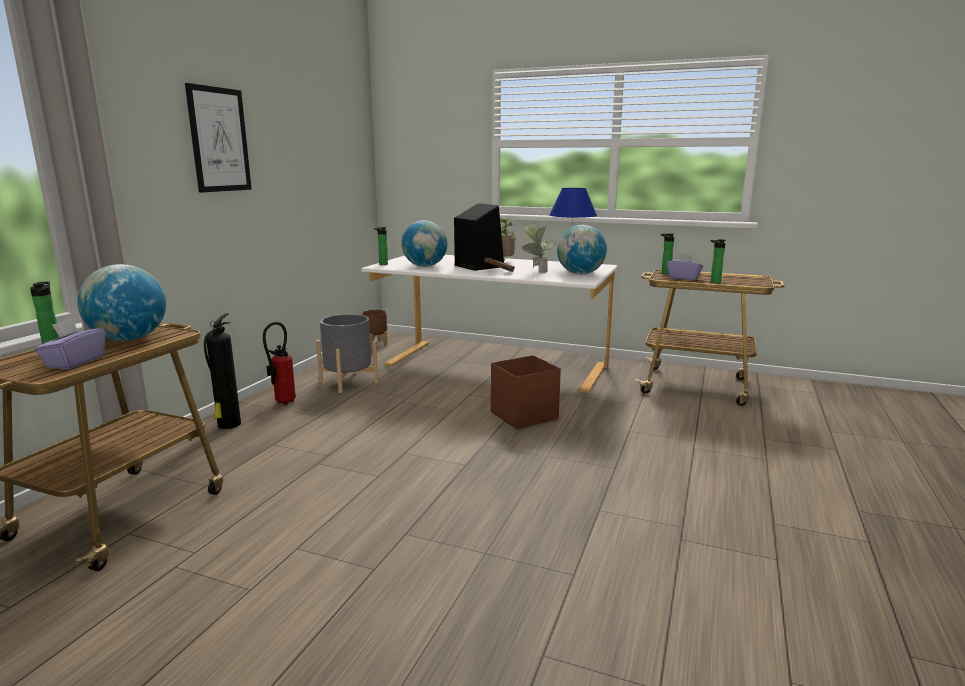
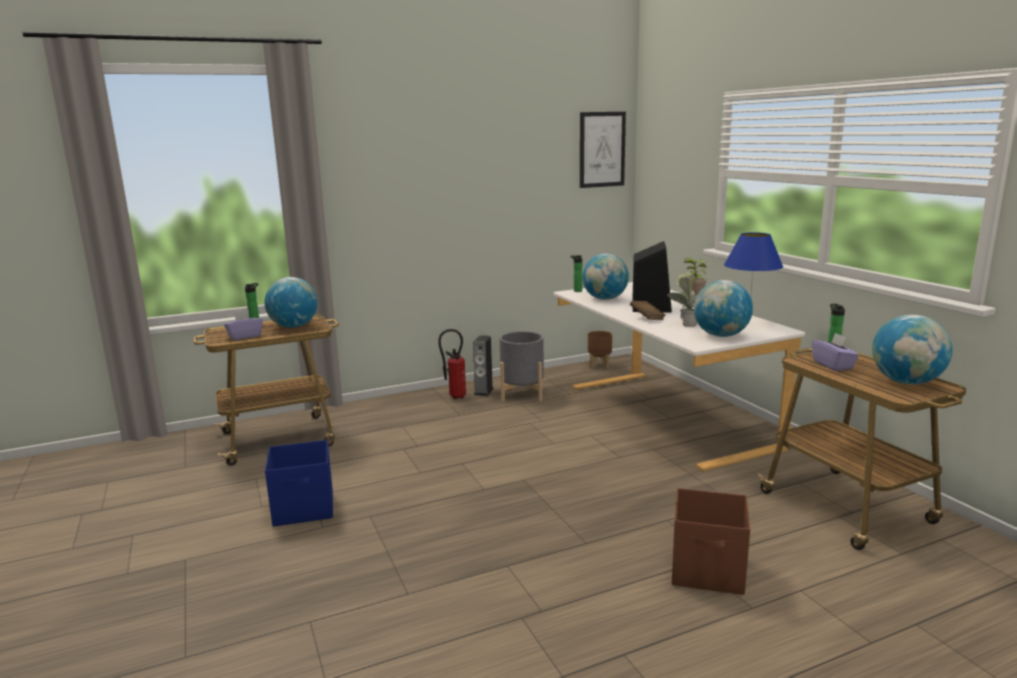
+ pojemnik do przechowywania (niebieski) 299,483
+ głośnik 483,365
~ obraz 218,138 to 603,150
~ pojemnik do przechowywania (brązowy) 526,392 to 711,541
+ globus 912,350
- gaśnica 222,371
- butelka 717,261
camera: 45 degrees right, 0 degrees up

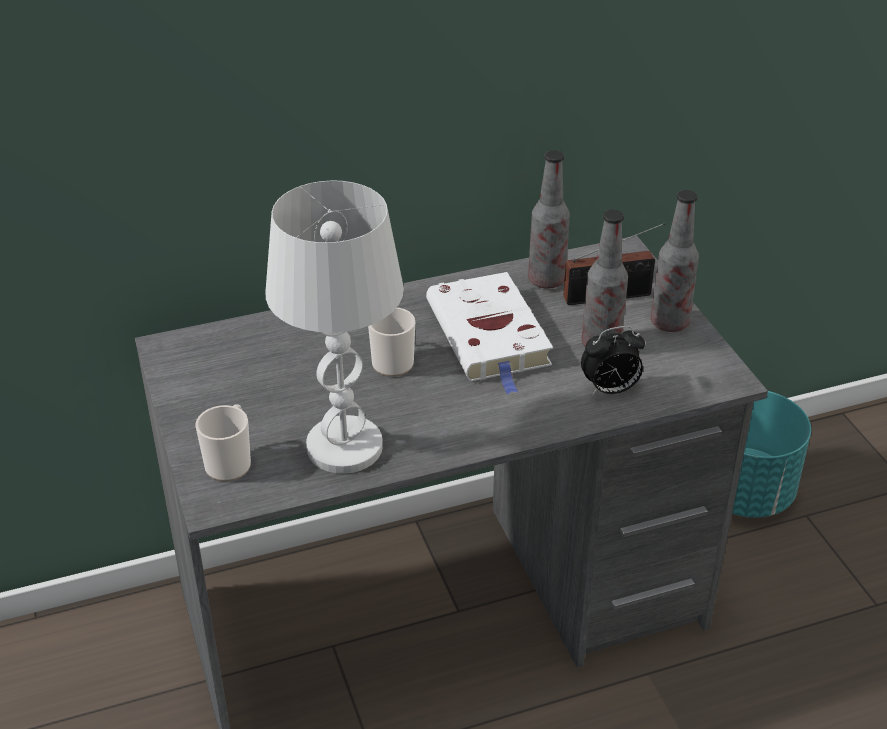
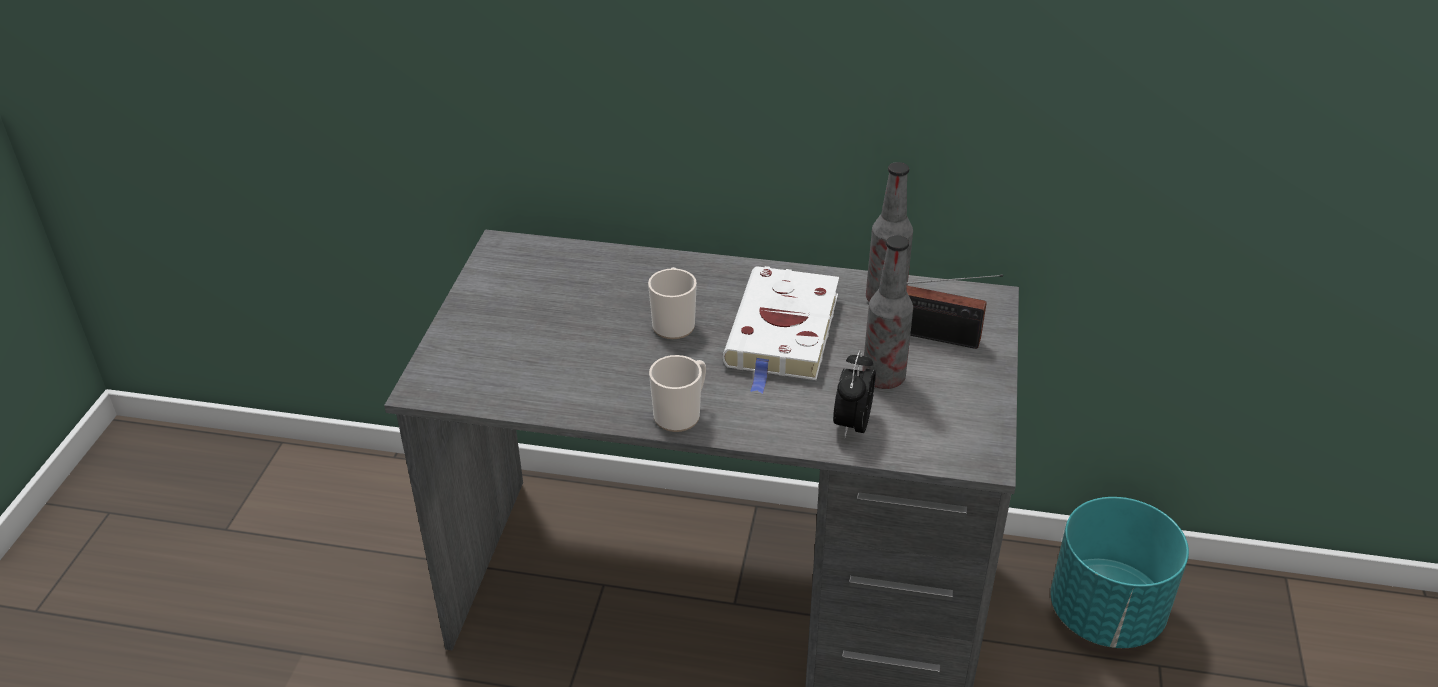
~ kubek 223,443 to 677,393
~ budzik 613,360 = 854,394 90 degrees clockwise
- lampa stołowa (biały) 335,327
- butelka 675,261
camera: 30 degrees right, 0 degrees up

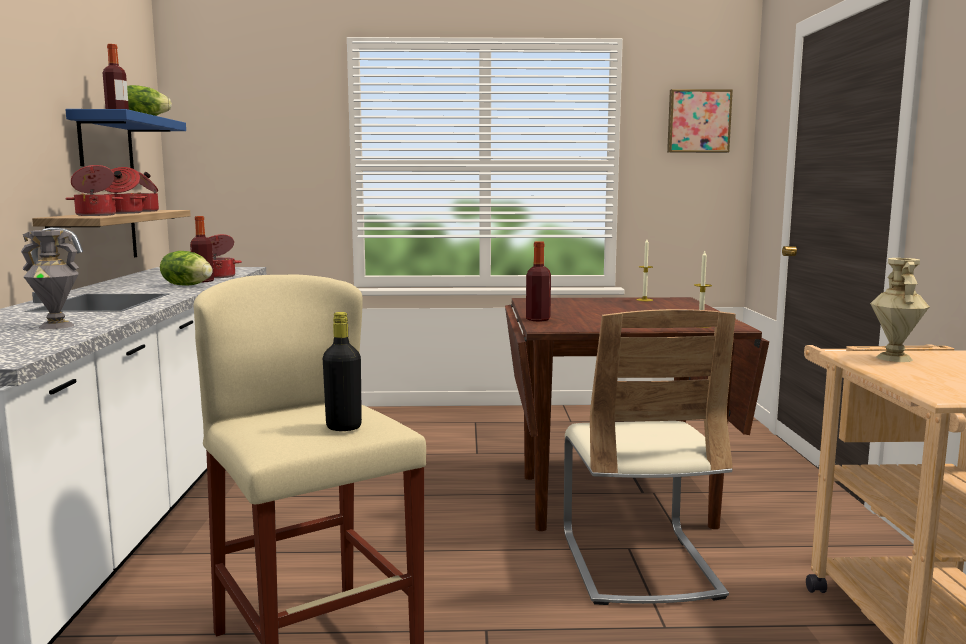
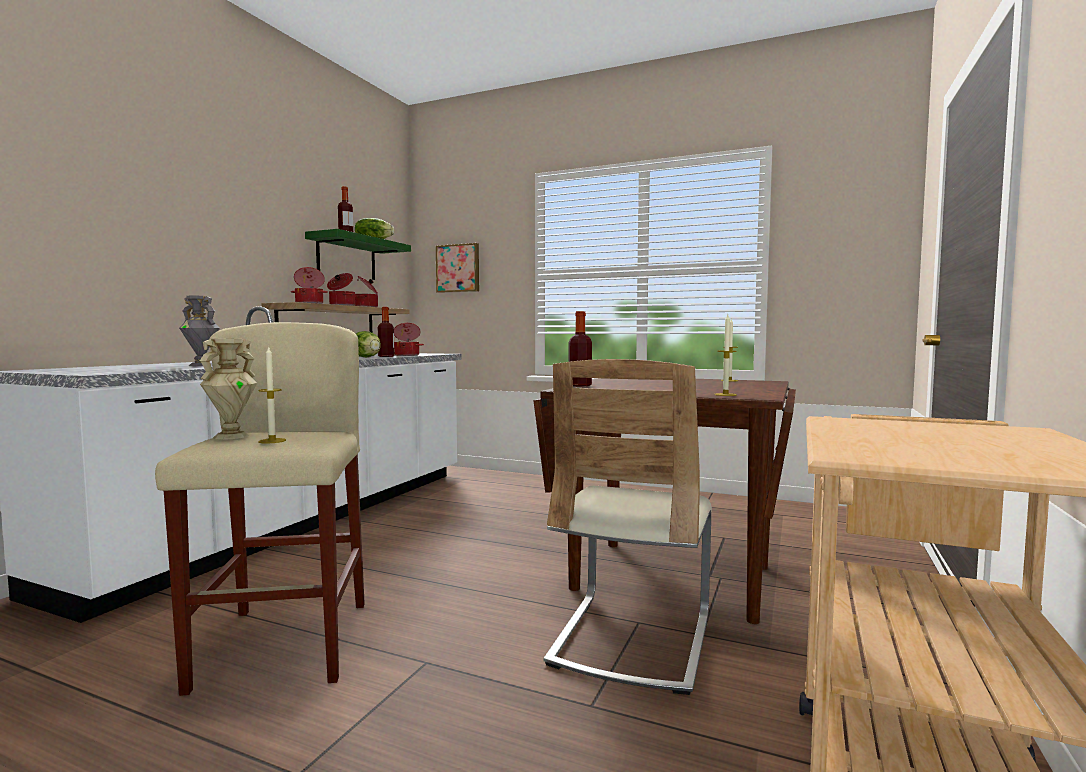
~ wazon (beżowy) 899,310 to 228,389
~ butelka (czarny) 342,371 to świeca 272,394
~ półka (niebieski) 125,139 to półka (zielony) 358,254
~ obraz 700,121 to 457,268
camera: 25 degrees right, 5 degrees down

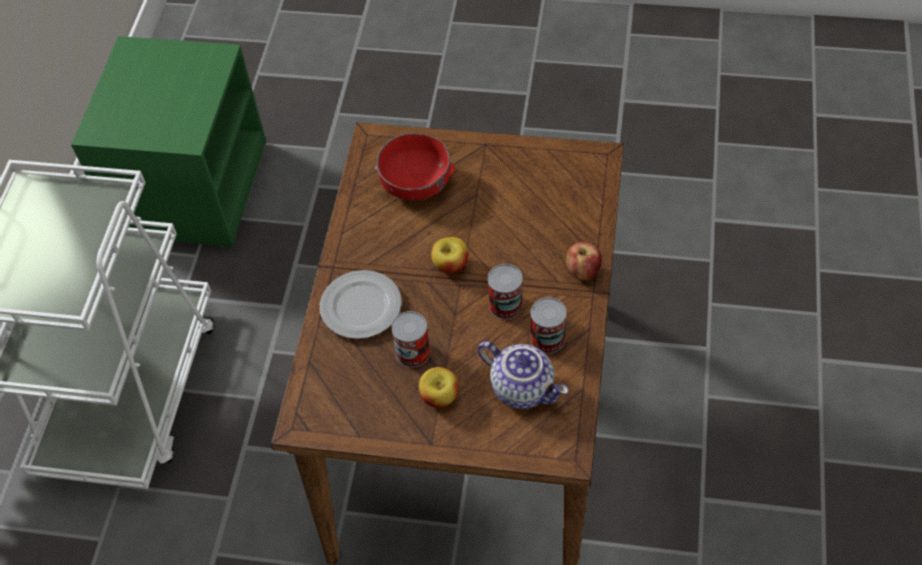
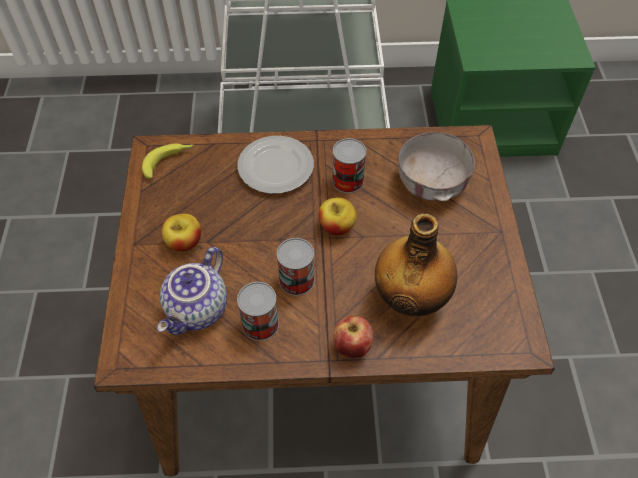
+ banan 168,161
~ puszka 411,339 to 349,165
+ butelka 416,265
~ miska (czerwony) 415,166 to miska (szary) 436,166
camera: 75 degrees right, 0 degrees up

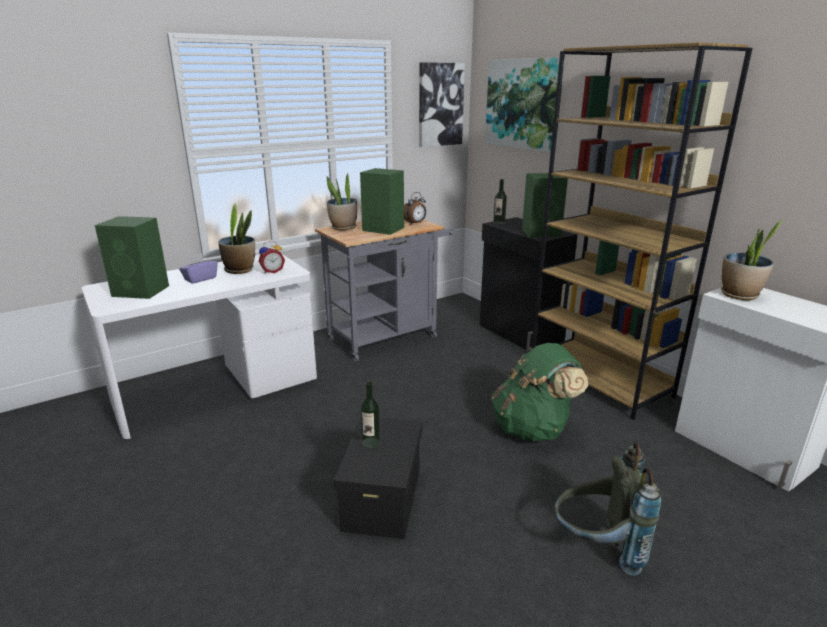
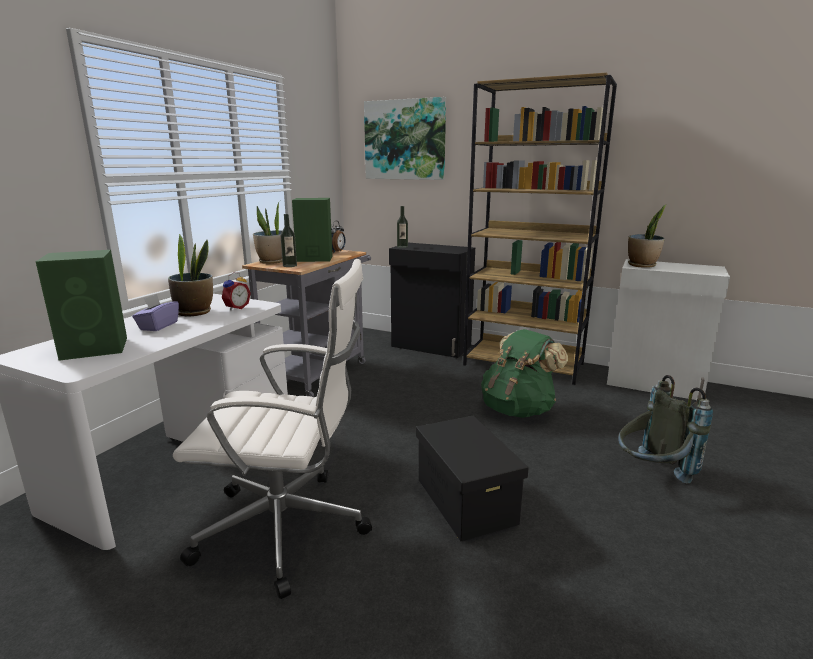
+ krzesło biurowe (biały) 272,429
~ butelka 370,415 to 289,240
- obraz 442,104
- głośnik (zielony) 545,205
camera: 30 degrees left, 5 degrees down

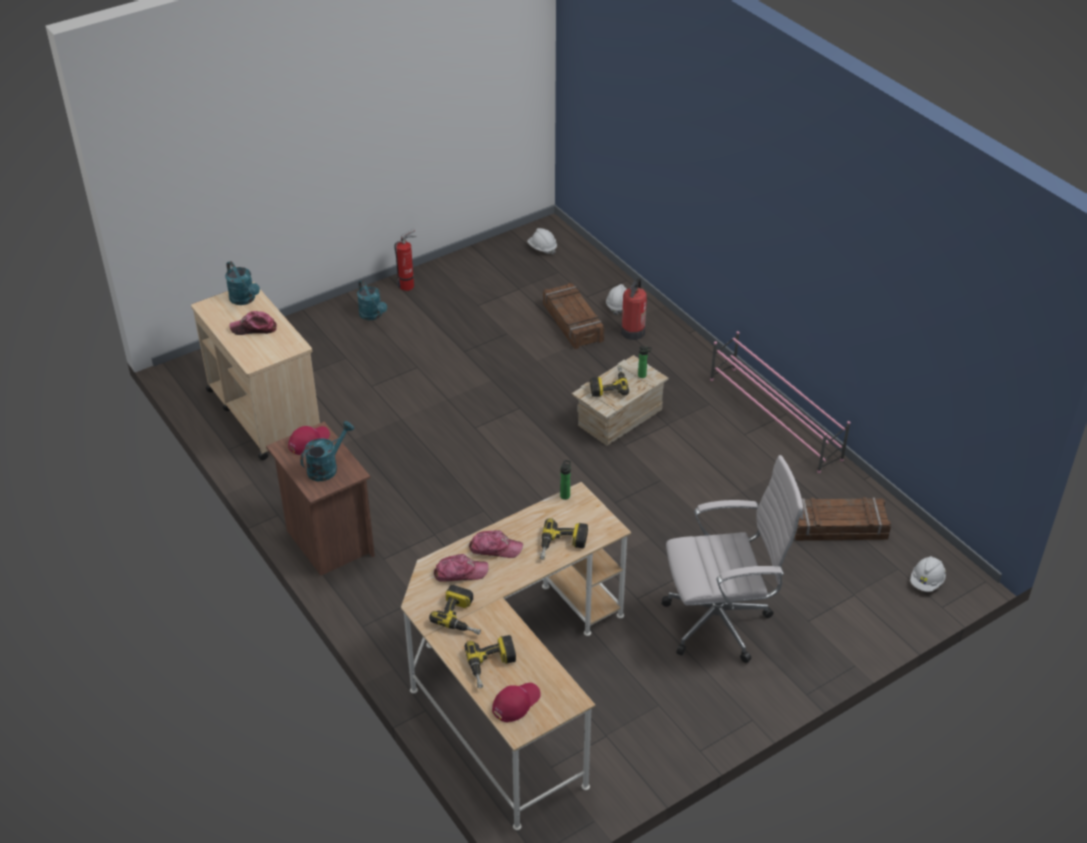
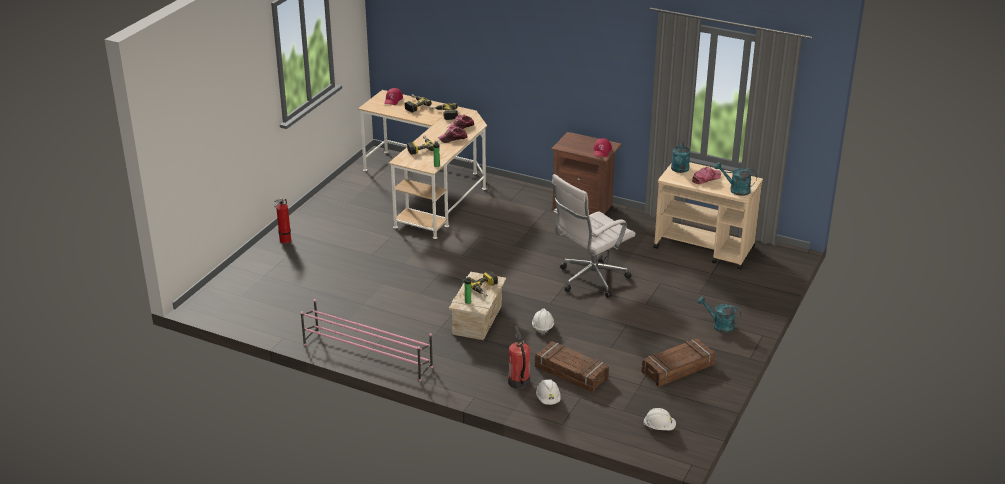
~ gaśnica 405,260 to 282,220
~ kask (biały) 928,574 to 543,321
~ krzesło biurowe (biały) 733,559 to 594,236
~ skrzynka 843,519 to 679,362
~ konewka (turkusowy) 327,451 to 680,157
camera: 150 degrees right, 10 degrees down

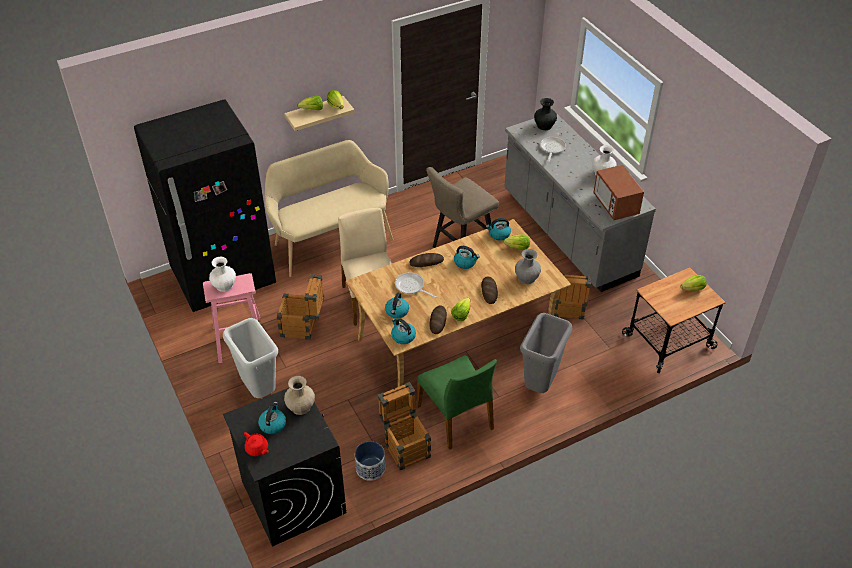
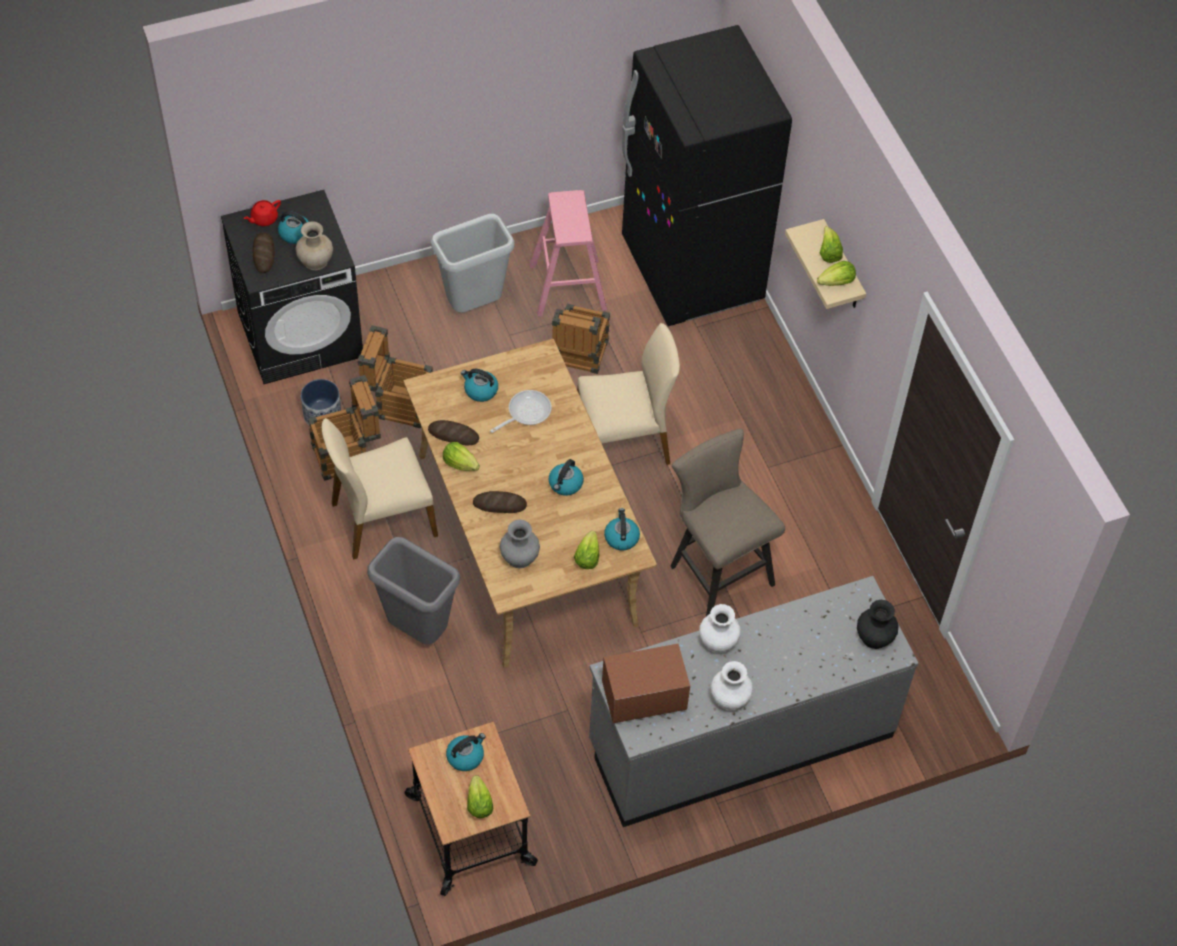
~ chleb 426,260 to 264,252
~ krzesło (zielony) 457,403 to krzesło (beżowy) 380,489
~ skrzynka 572,297 to 395,376
~ czajnik 403,331 to 466,752
~ wazon (biały) 222,274 to 720,628
- ławka (beżowy) 329,208
- patelnia 553,149
camera: 95 degrees right, 10 degrees up

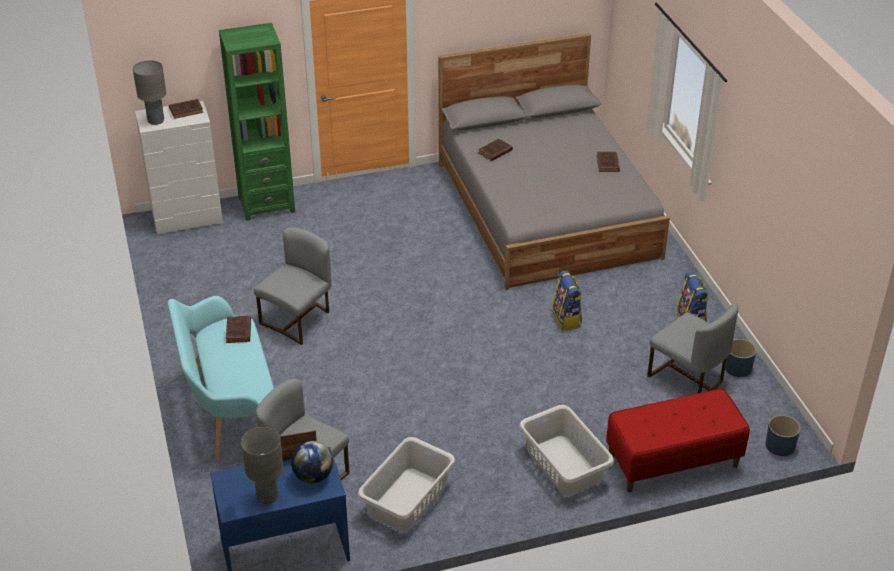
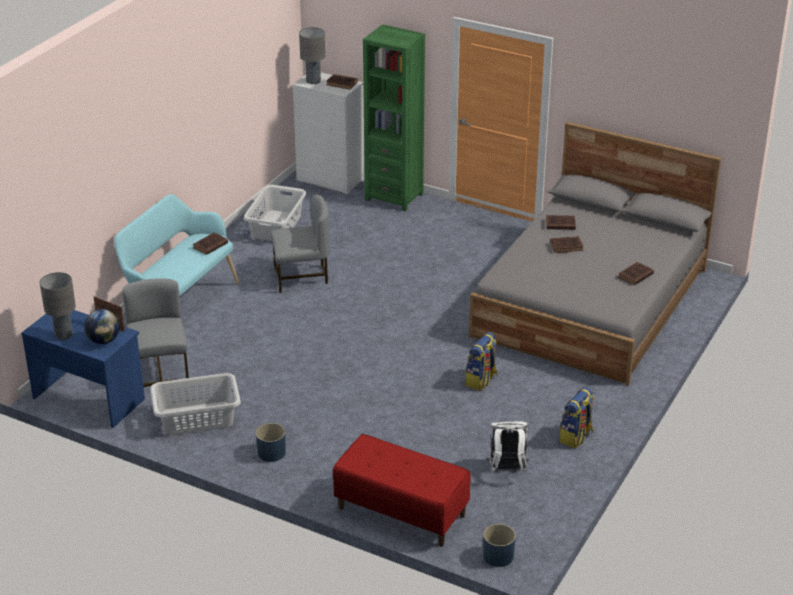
~ kosz na pranie (szary) 566,450 to 275,213
~ donica (niebieski) 740,358 to 271,442
~ krzesło (szary) 692,348 to plecak (biały) 508,447
+ książka (brązowy) 566,244
camera: 45 degrees right, 5 degrees down

